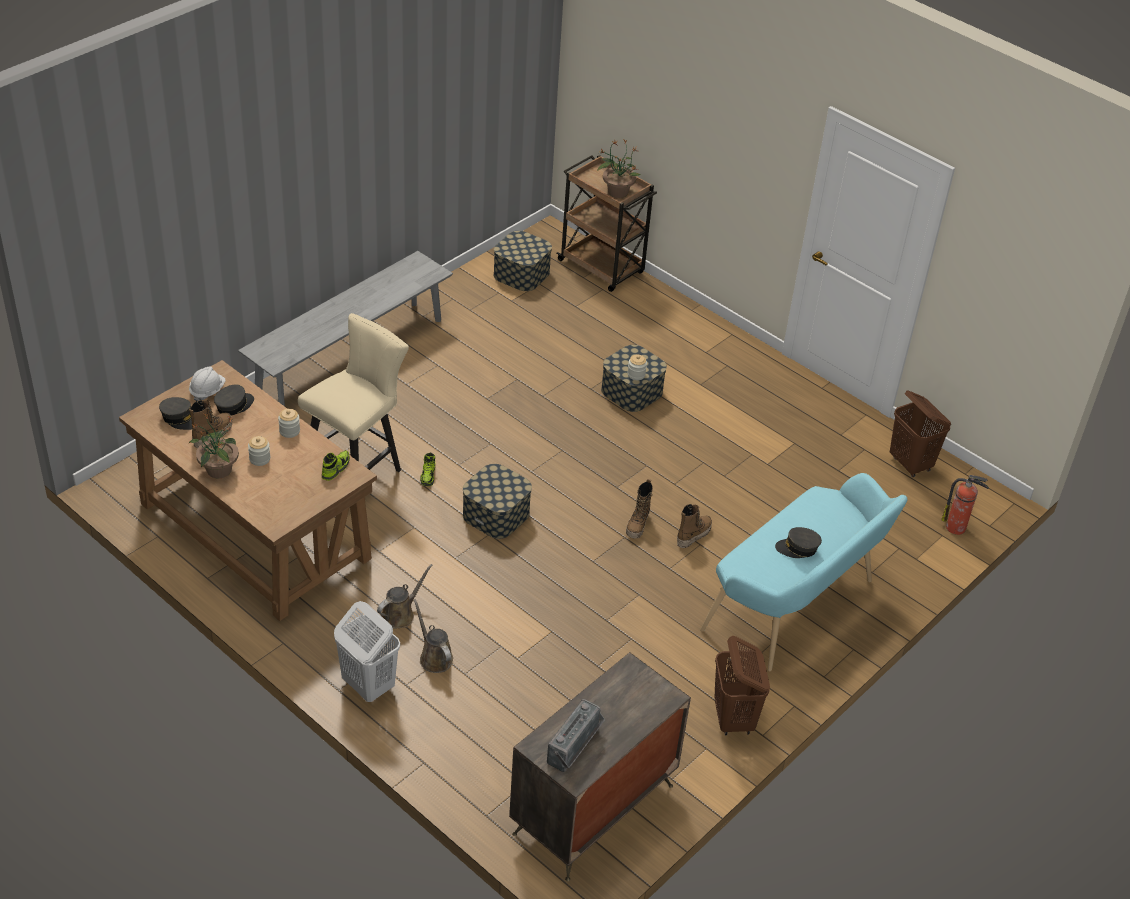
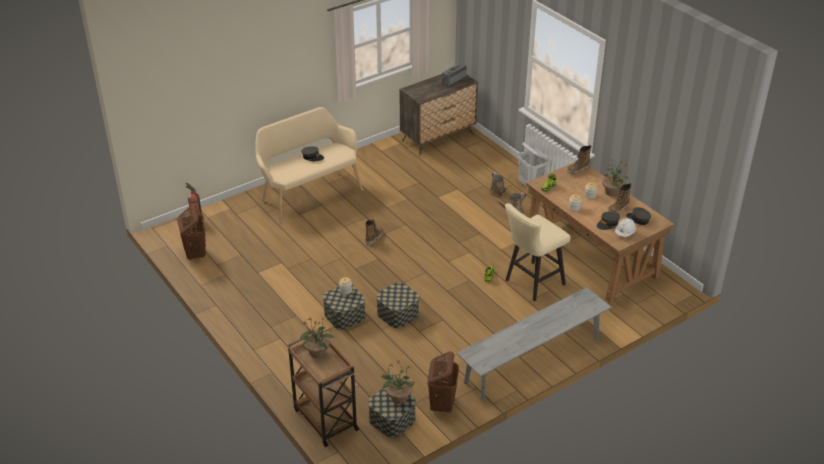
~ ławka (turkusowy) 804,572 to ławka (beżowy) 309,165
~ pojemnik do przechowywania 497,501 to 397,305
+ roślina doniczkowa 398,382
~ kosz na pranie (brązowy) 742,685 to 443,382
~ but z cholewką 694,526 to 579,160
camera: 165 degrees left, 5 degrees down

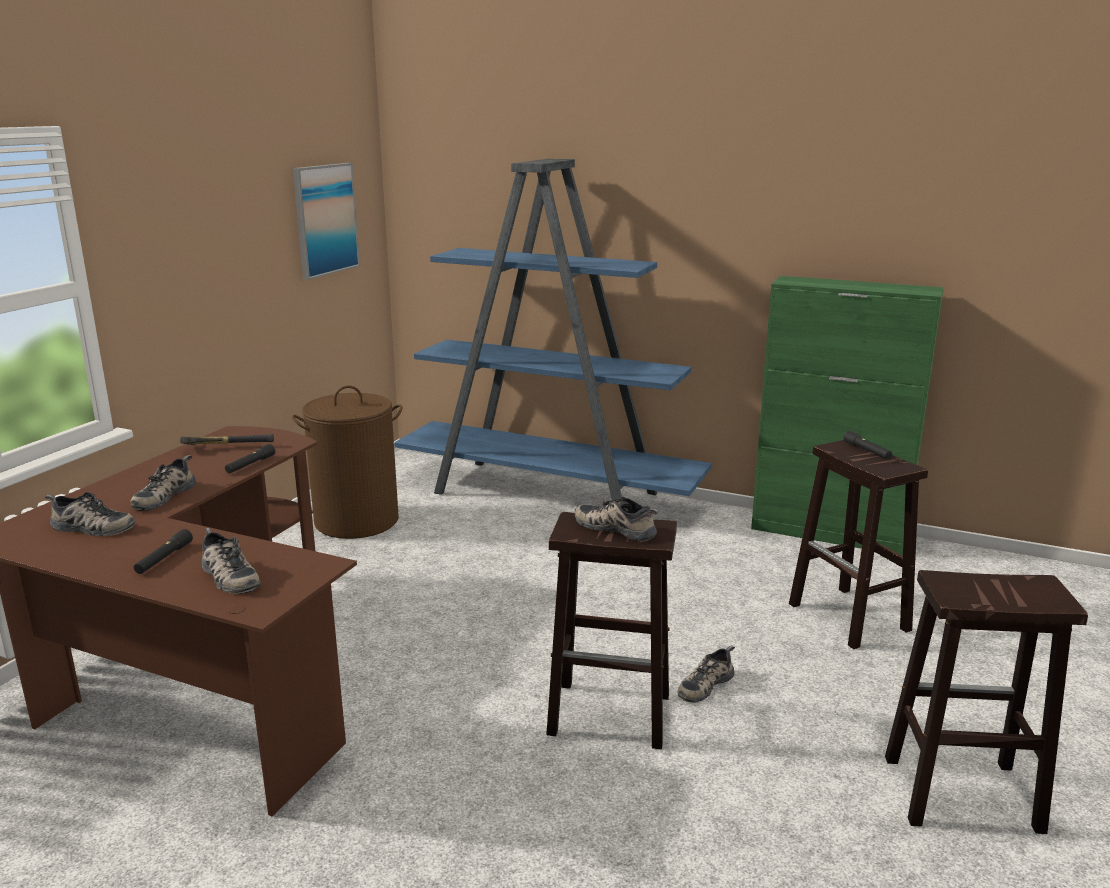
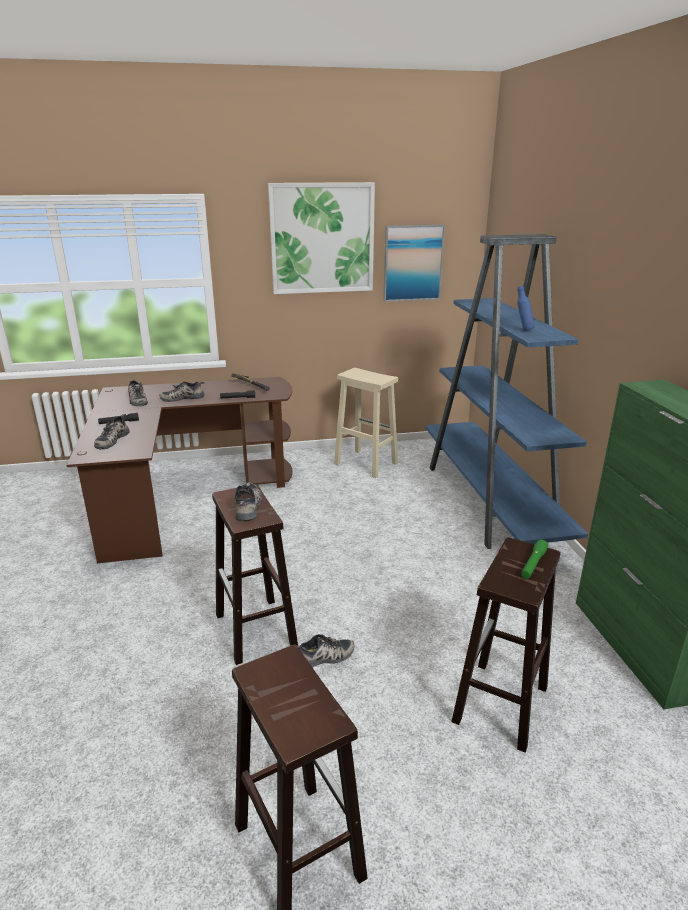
+ obraz 321,238
~ but 706,674 = 326,650 150 degrees clockwise
~ kosz na pranie (brązowy) 347,462 to stołek (beżowy) 366,423
+ butelka (niebieski) 526,308
~ latarka (czarny) 867,445 to latarka (zielony) 534,559
camera: 55 degrees right, 5 degrees up

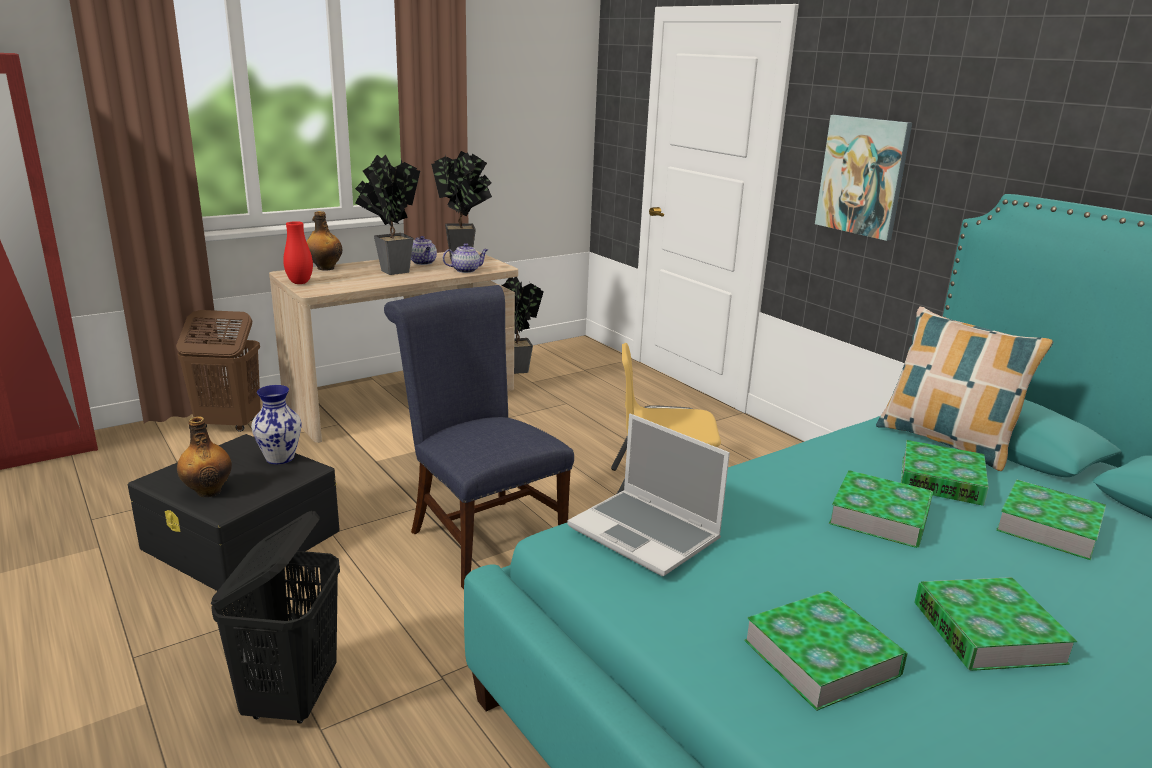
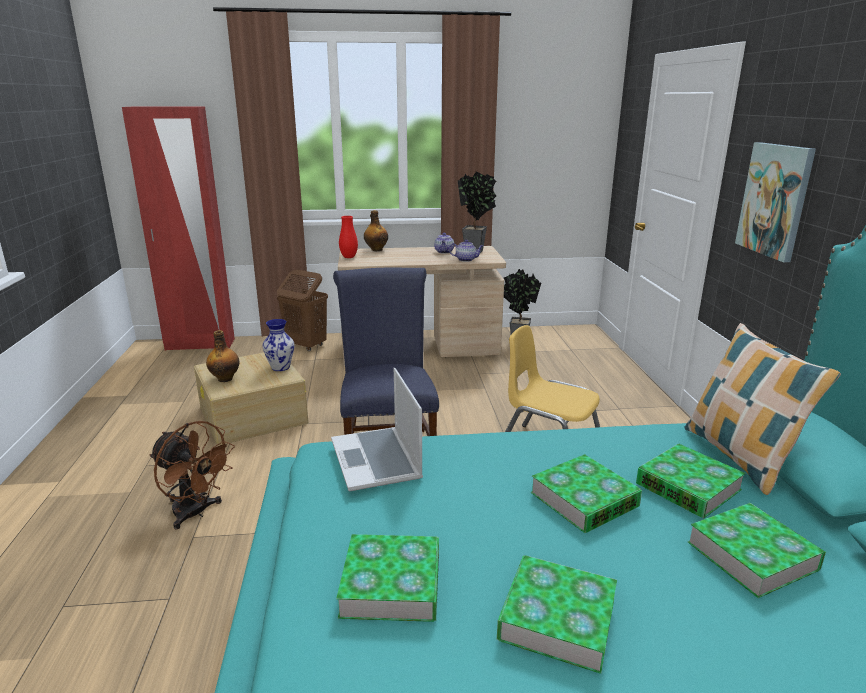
~ kosz na pranie (czarny) 275,617 to wentylator (brązowy) 192,475
~ pojemnik do przechowywania (czarny) 234,512 to pojemnik do przechowywania (beżowy) 251,399
- roślina doniczkowa 387,214
camera: 30 degrees right, 0 degrees up

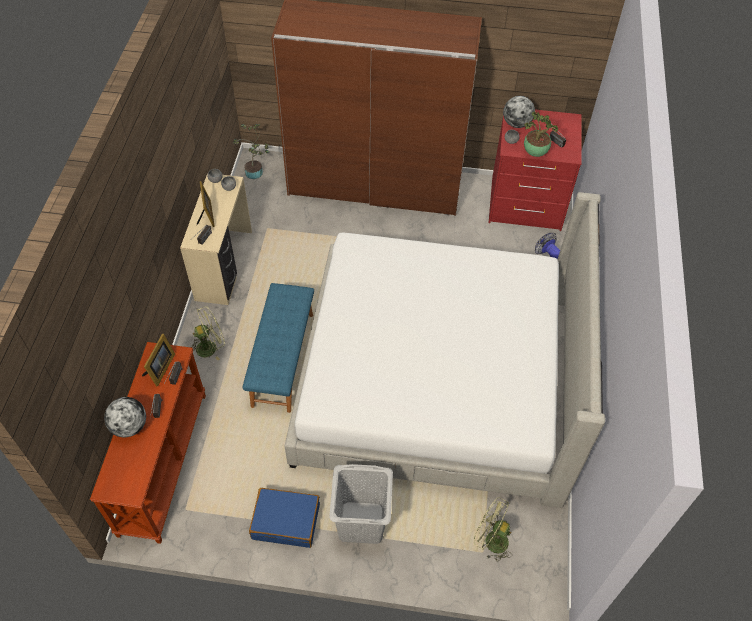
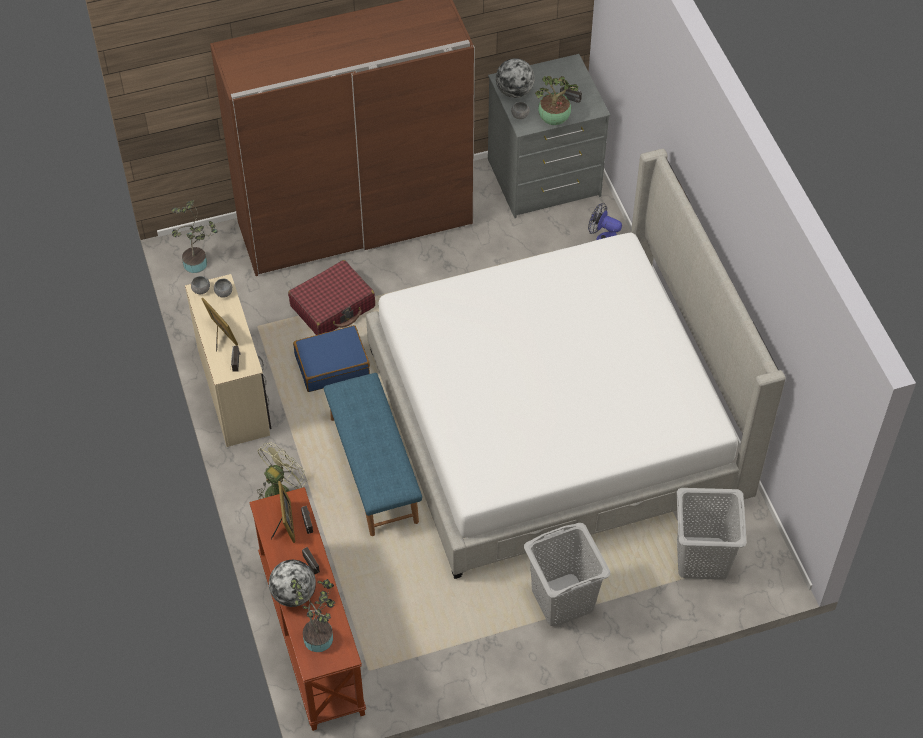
+ walizka (czerwony) 331,297
+ roślina doniczkowa 312,615
~ walizka (niebieski) 284,518 to 331,358
~ komoda (czerwony) 535,170 to komoda (szary) 549,136
~ wentylator (zielony) 493,529 to kosz na pranie (szary) 711,534
camera: 25 degrees left, 0 degrees up

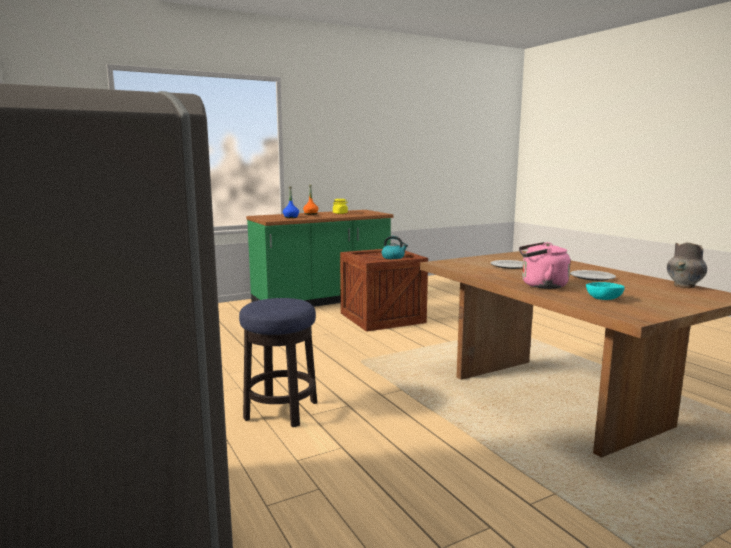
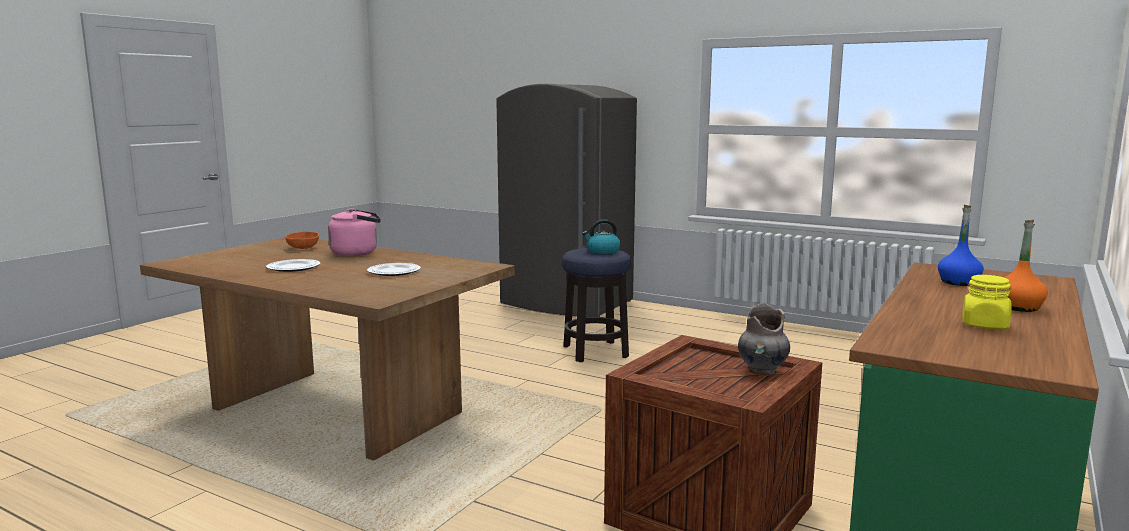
~ miska (turkusowy) 605,291 to miska (pomarańczowy) 302,240
~ czajnik 395,247 to 601,236
~ wazon (szary) 687,265 to 764,339
camera: 150 degrees right, 0 degrees up

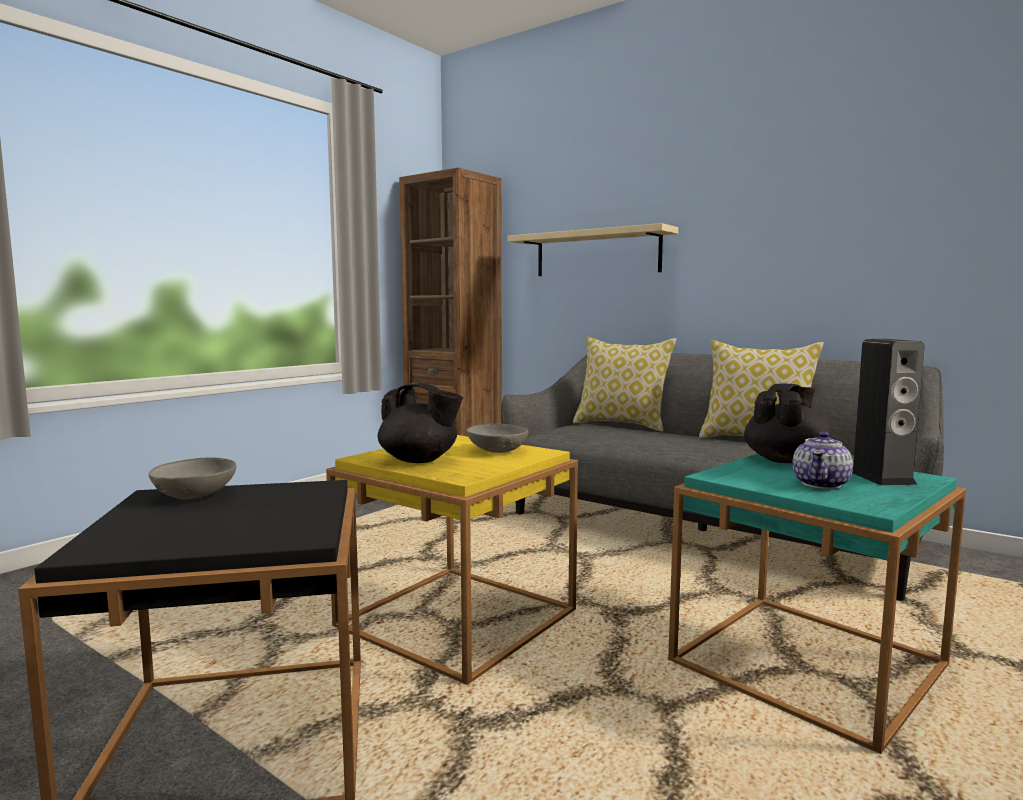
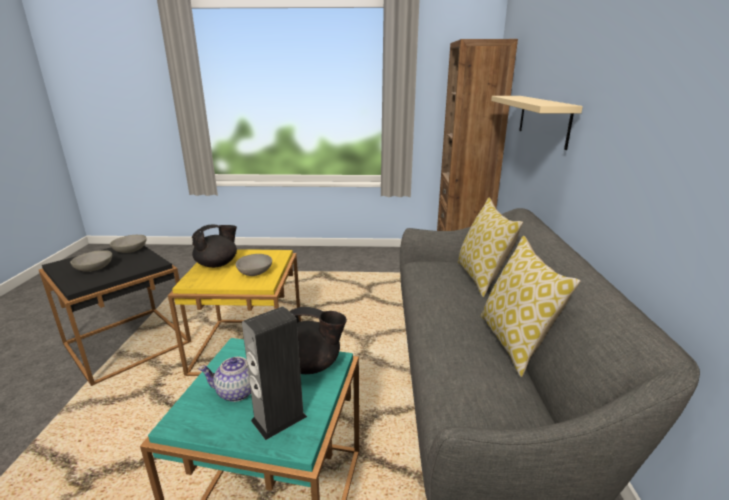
+ miska (szary) 91,261
~ imbryk (czarny) 420,423 = 214,246 120 degrees counterclockwise
camera: 55 degrees right, 15 degrees up

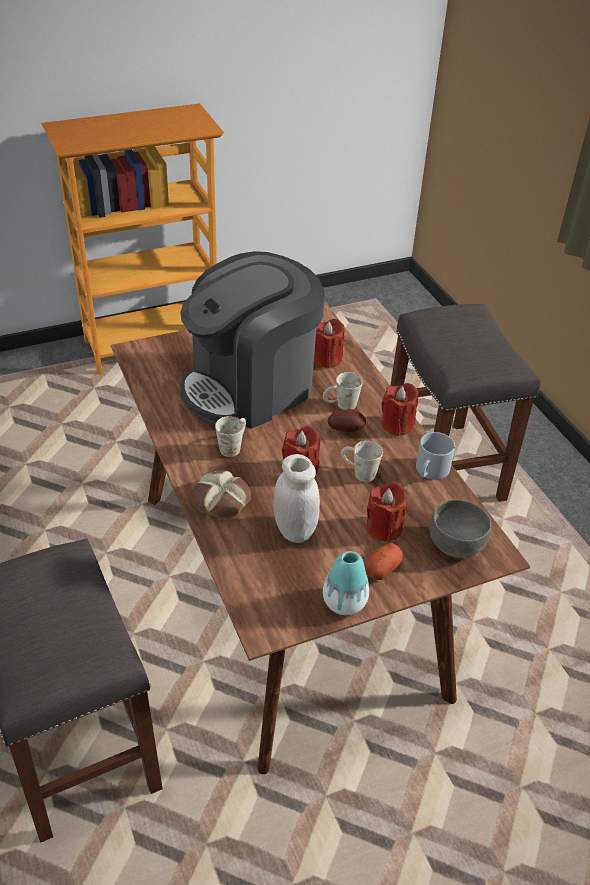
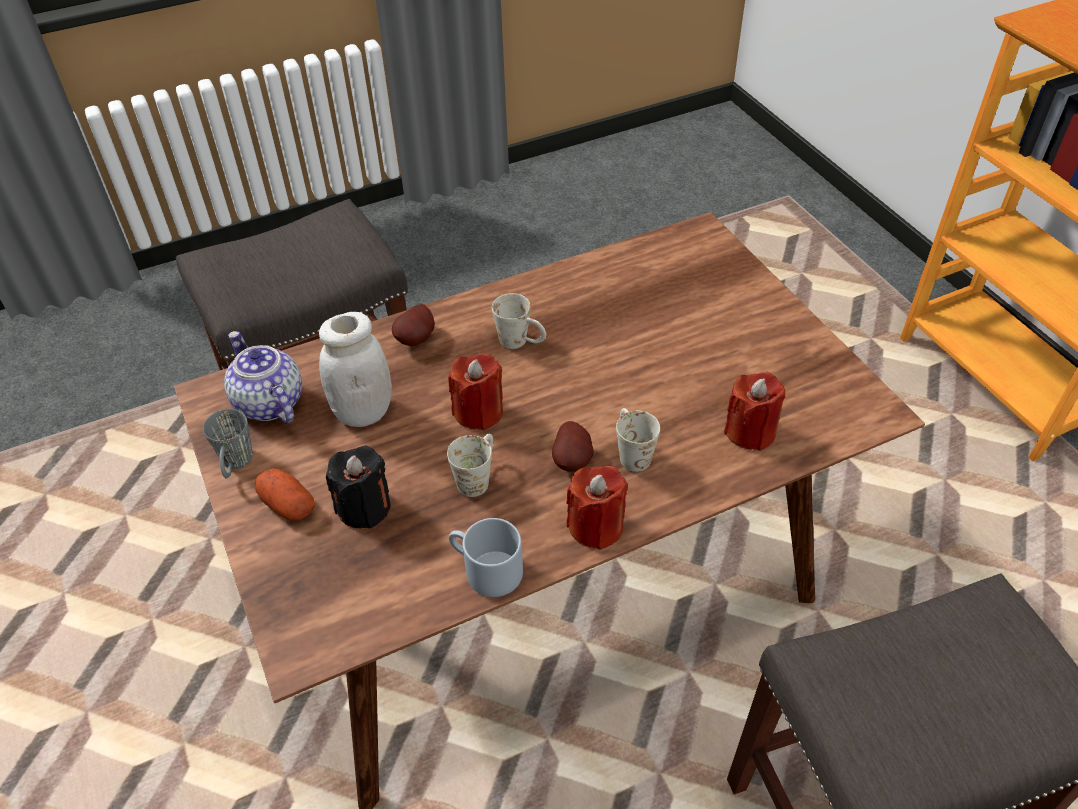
~ wazon 346,583 to kubek (szary) 228,444
+ imbryk 263,377
~ świeca (czerwony) 386,512 to świeca (czarny) 358,487
~ chleb 221,494 to ziemniak 413,325
- ekspres do kawy 252,340
- miska (szary) 460,529
camera: 90 degrees right, 5 degrees up

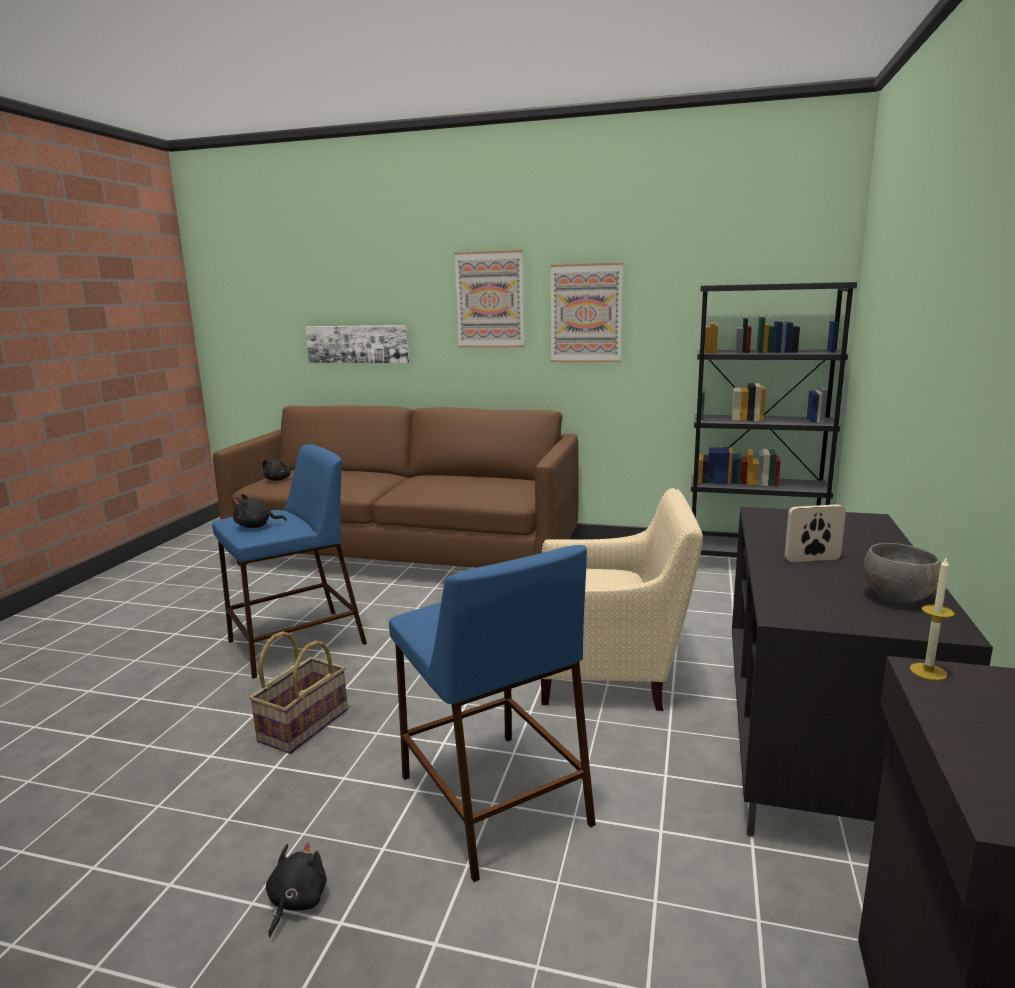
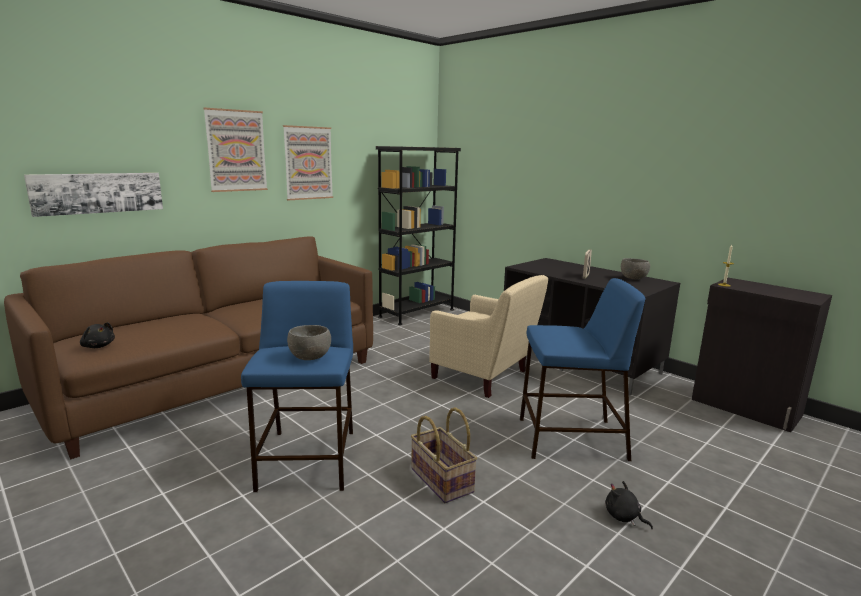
~ pluszak (czarny) 260,511 to miska (szary) 309,342
~ fotel (beżowy) 622,599 = 488,336 90 degrees clockwise
camera: 60 degrees left, 0 degrees up

